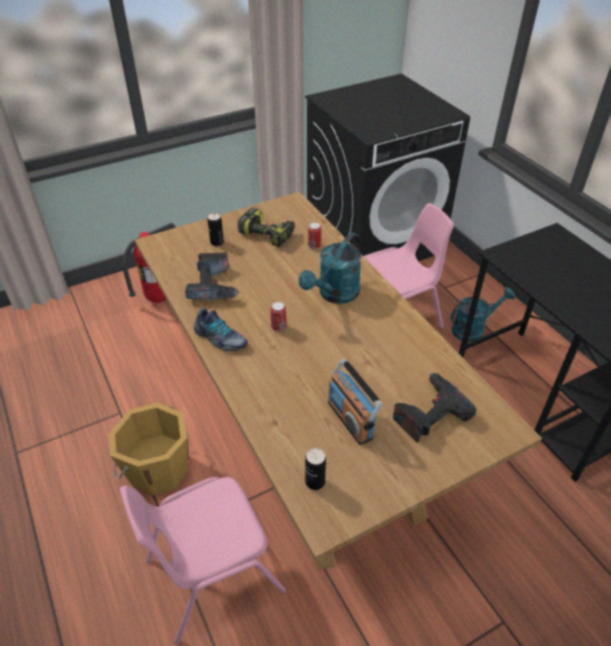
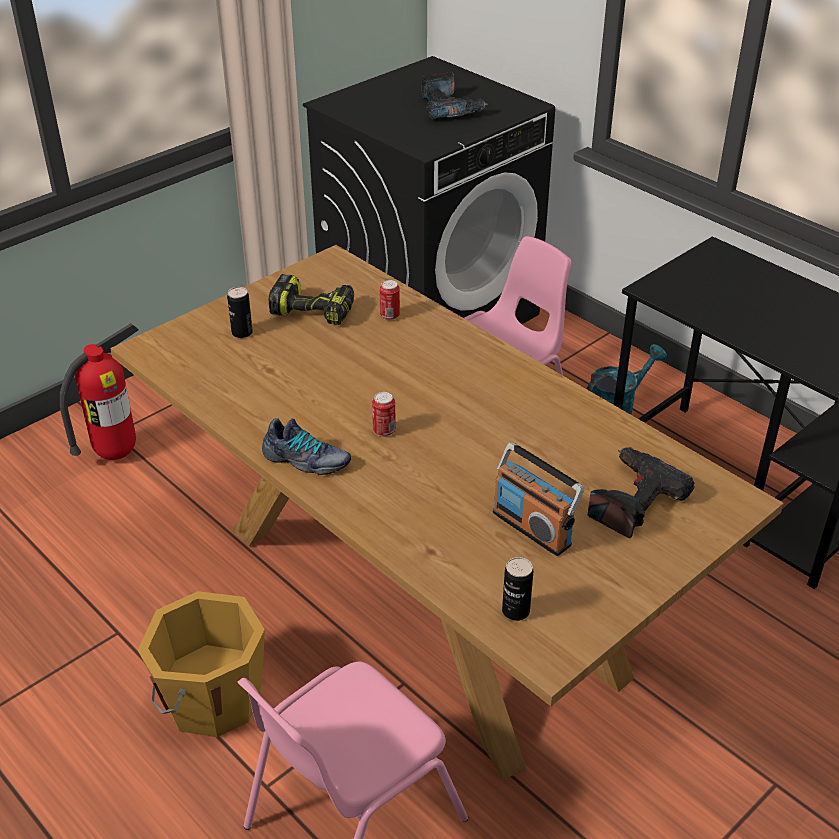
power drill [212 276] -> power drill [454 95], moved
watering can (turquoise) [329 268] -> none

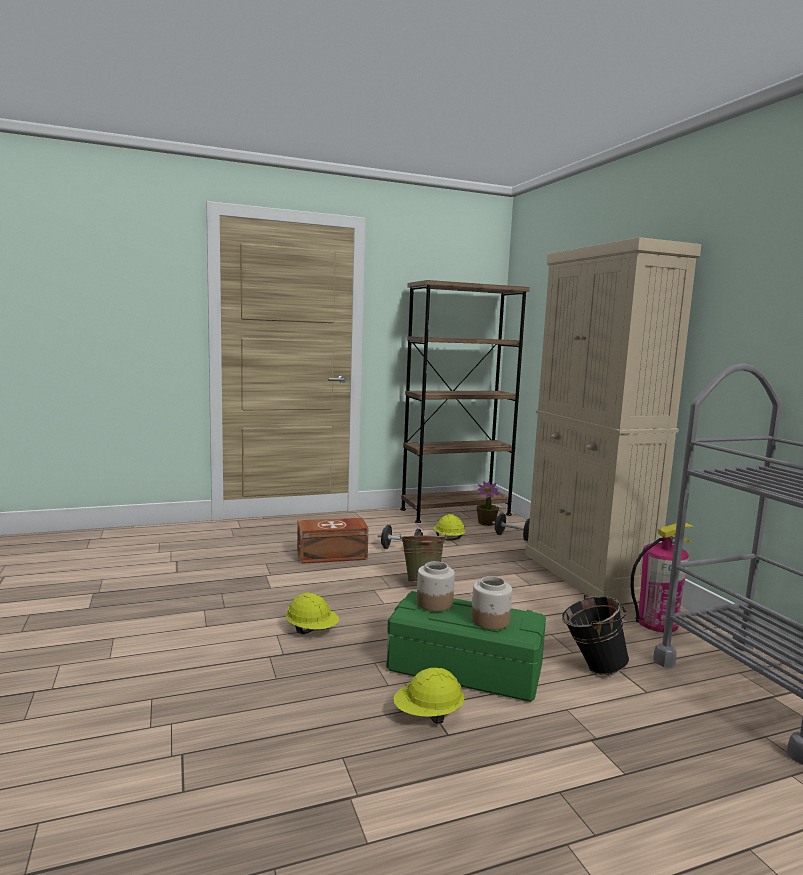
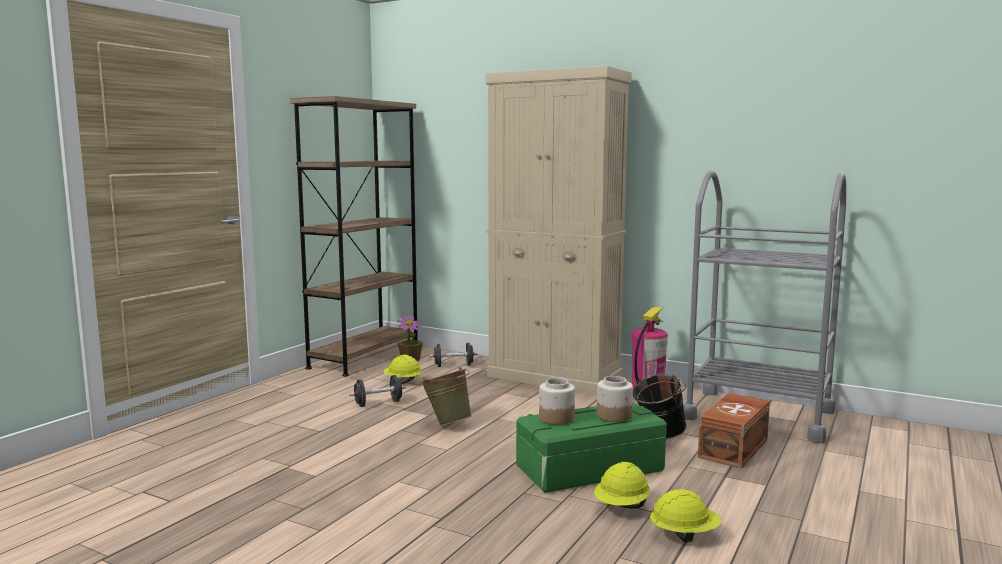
hard hat (yellow) [312 613] -> hard hat (yellow) [685 515], moved
storage box (brown) [333 541] -> storage box (brown) [734 430], moved

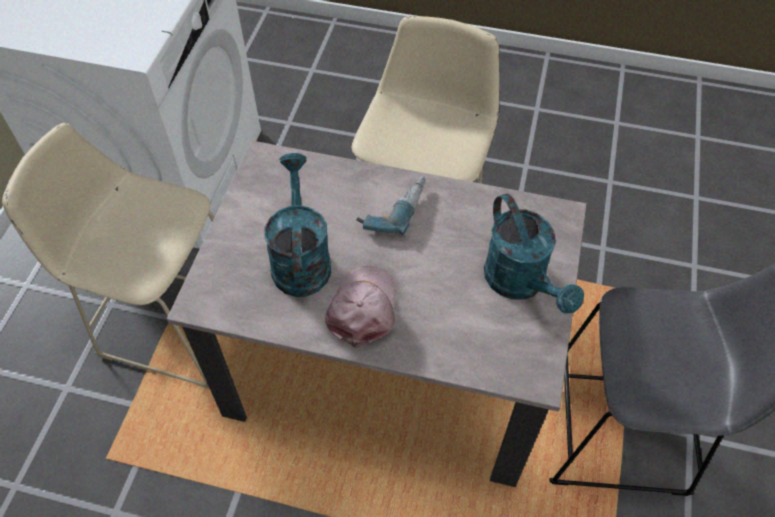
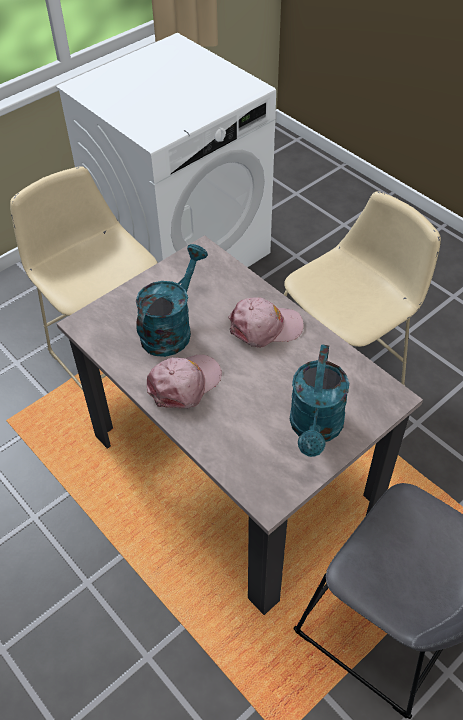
power drill [391 205] -> cap (pink) [266 322]

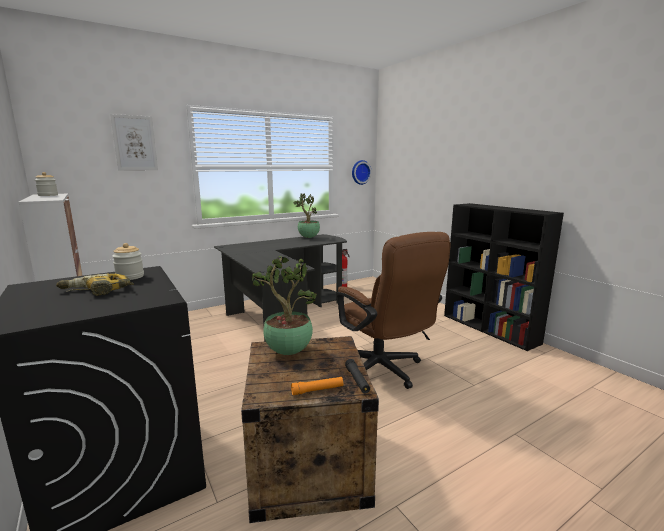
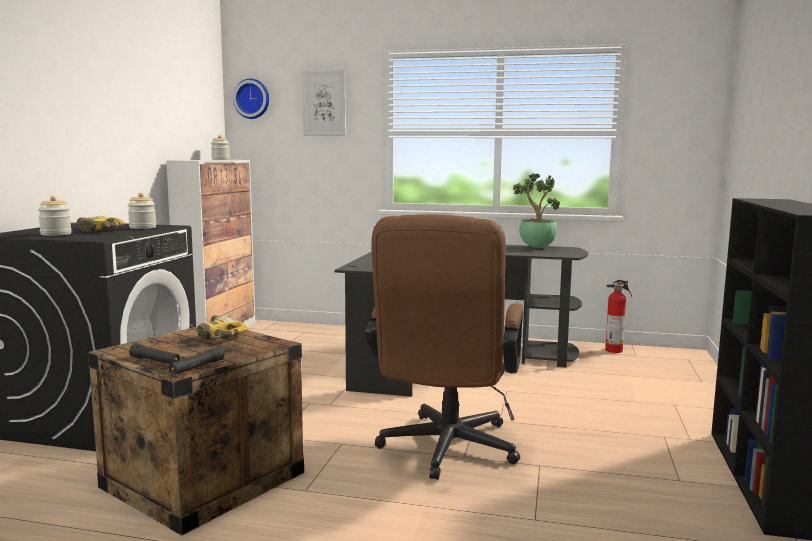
none -> jar [55 216]
flashlight (orange) [317 386] -> flashlight (black) [154 354]
potted plant [284 305] -> power drill [219 327]
wall clock [362 172] -> wall clock [251 98], moved

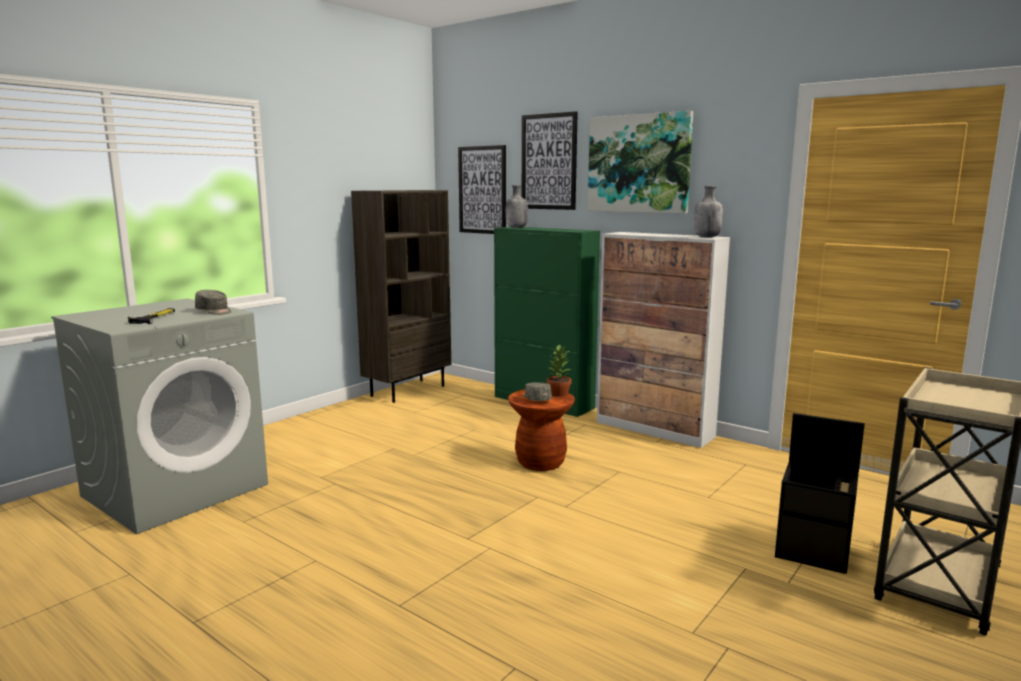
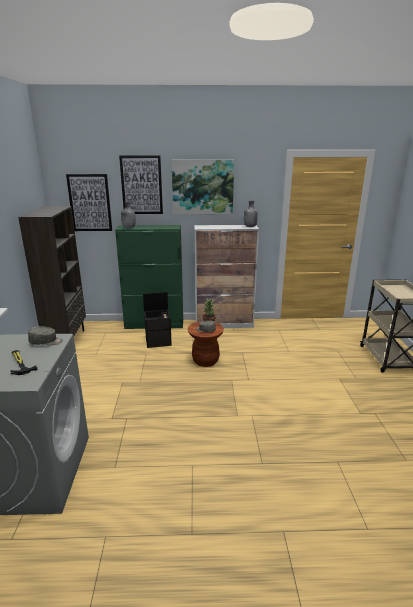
storage box (black) [820 493] -> storage box (black) [157 320], moved

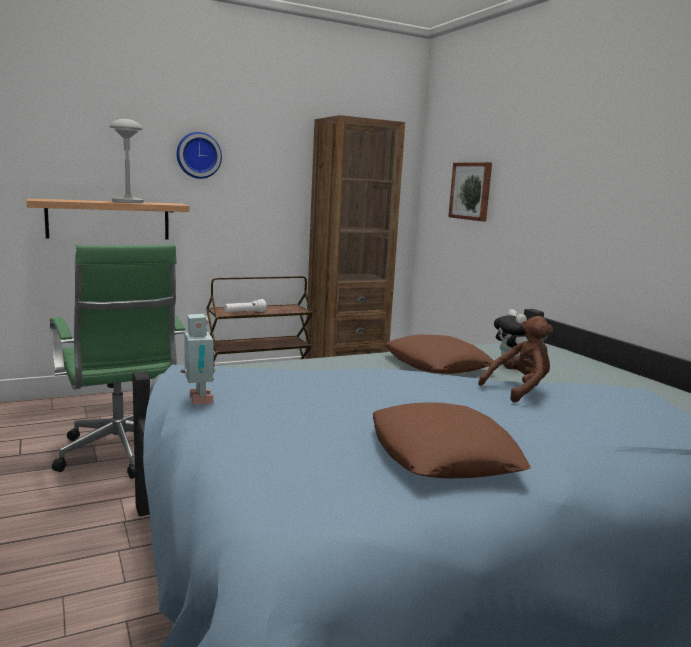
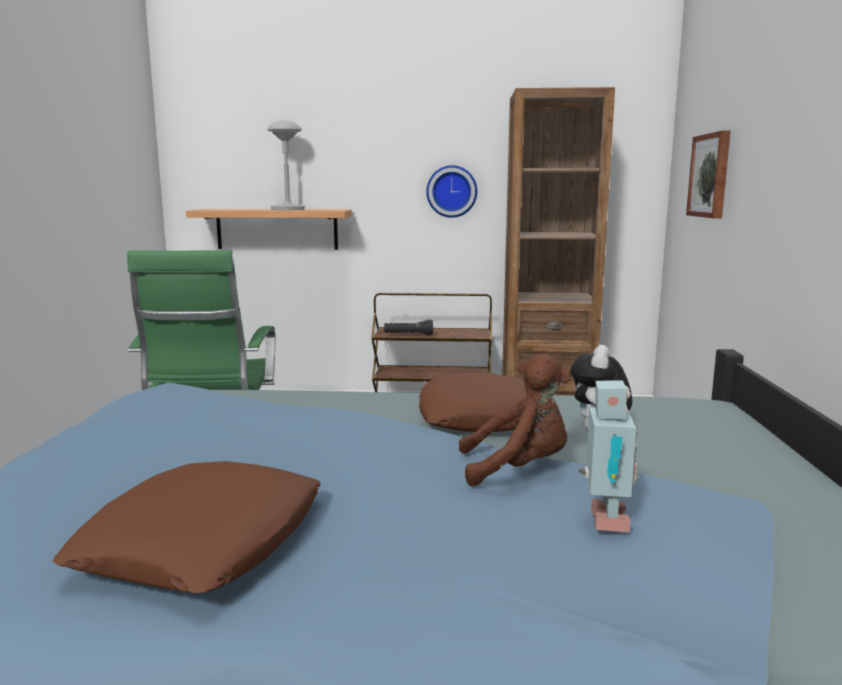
flashlight (white) [245 305] -> flashlight (black) [408 327]
wall clock [199 155] -> wall clock [451 191], moved
toy robot [198 359] -> toy robot [608 457], moved

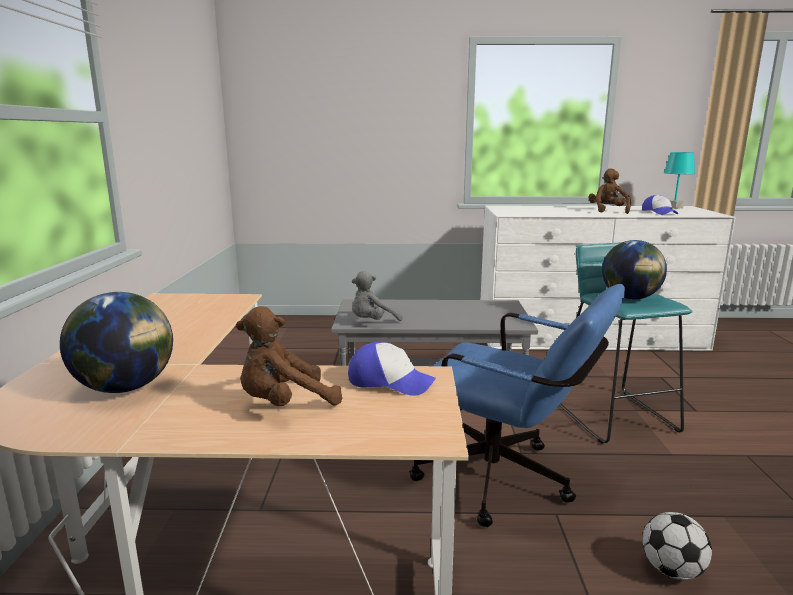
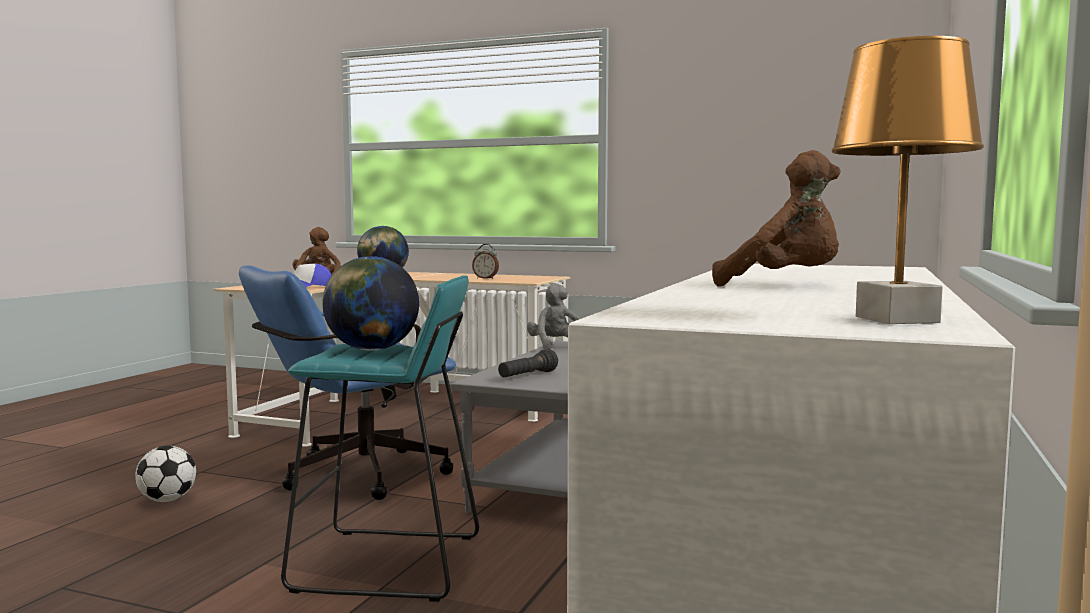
none -> alarm clock [485 261]
none -> flashlight (black) [528 363]
table lamp (turquoise) [679 180] -> table lamp (brown) [907 180]
cap [660 205] -> none

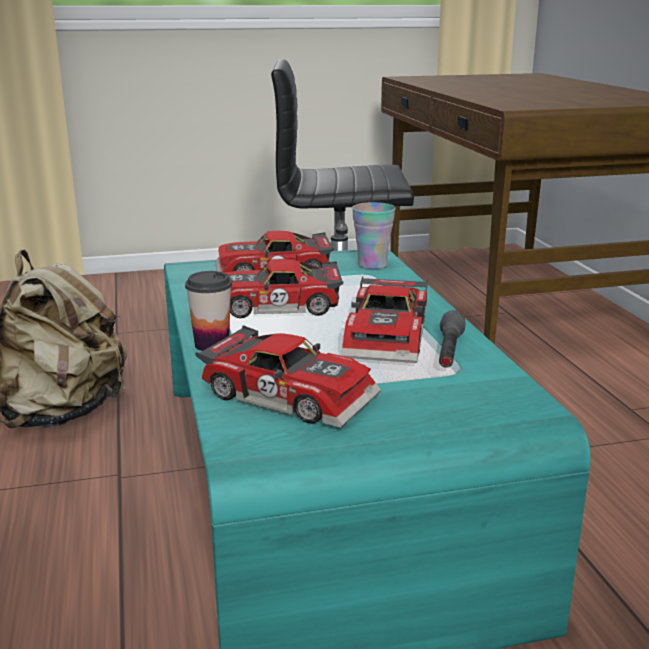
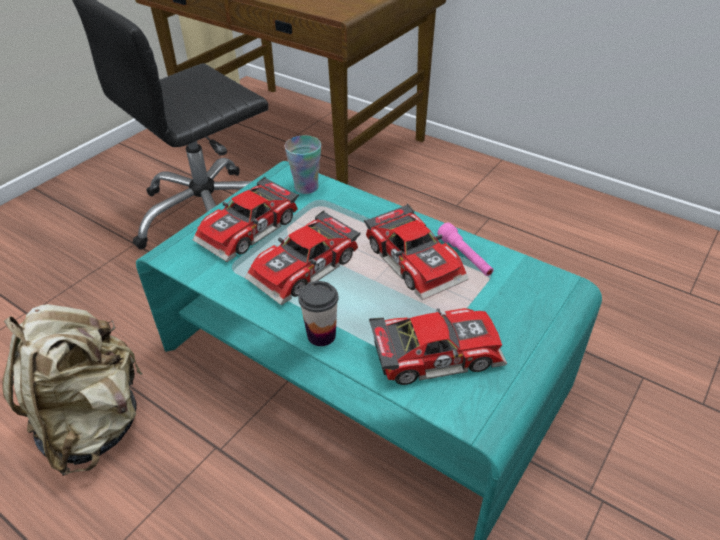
flashlight (grey) [452 339] -> flashlight (pink) [465 249]

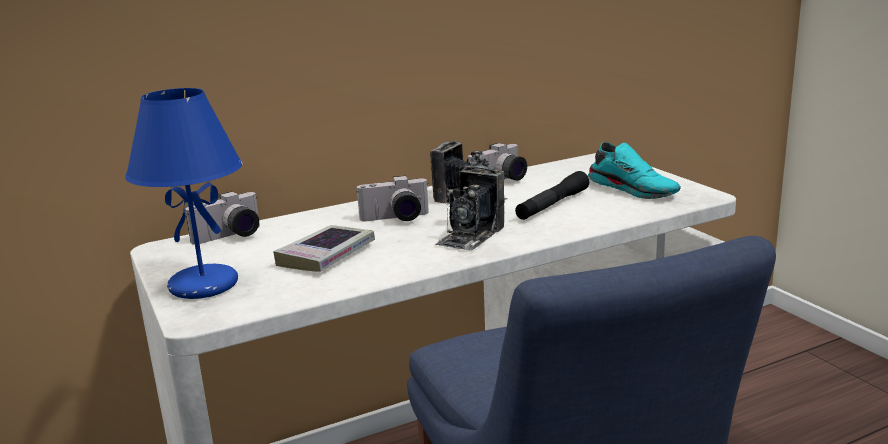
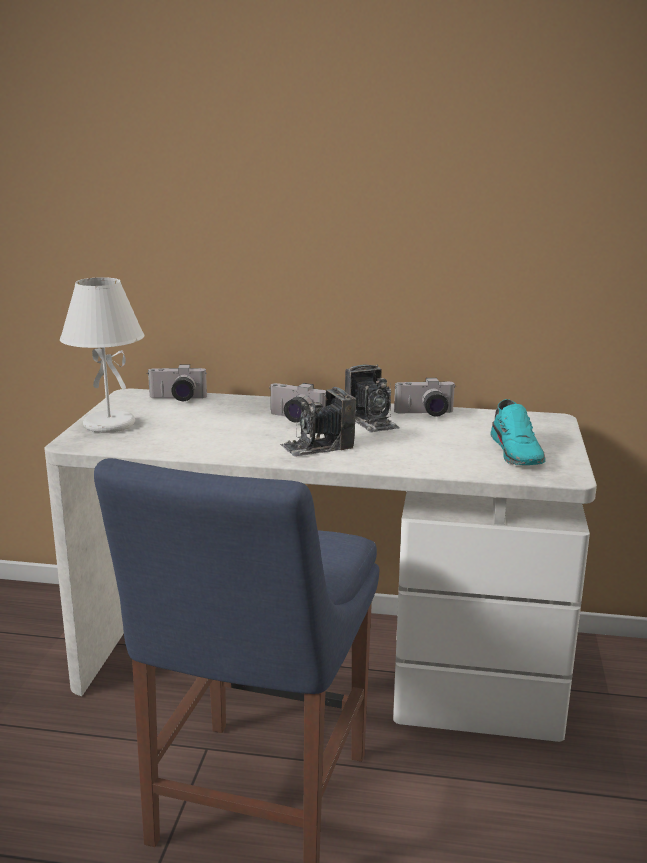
table lamp (blue) [183 193] -> table lamp (white) [102 355]
book [324 248] -> none
flashlight (black) [552 195] -> none

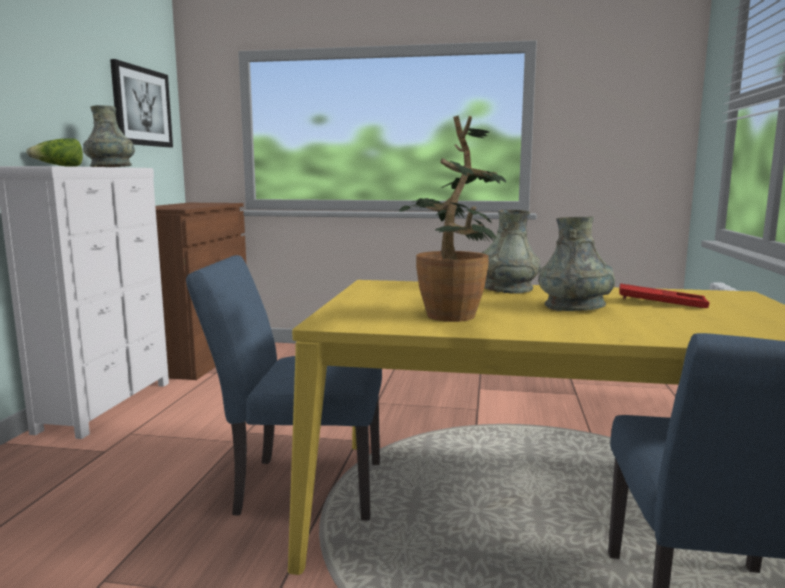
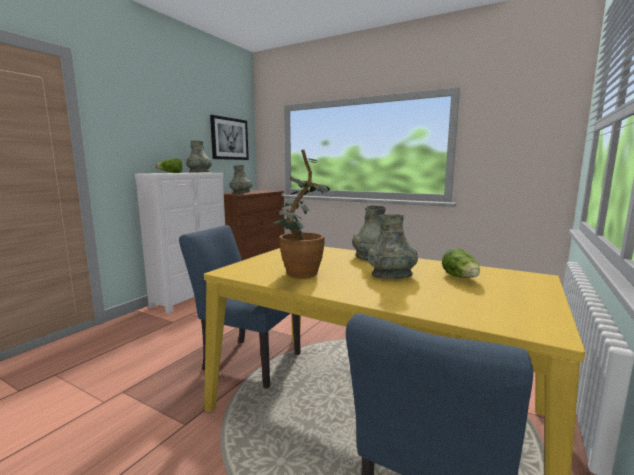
none -> vase (grey) [241 179]
tray (red) [664 295] -> lettuce [461 263]

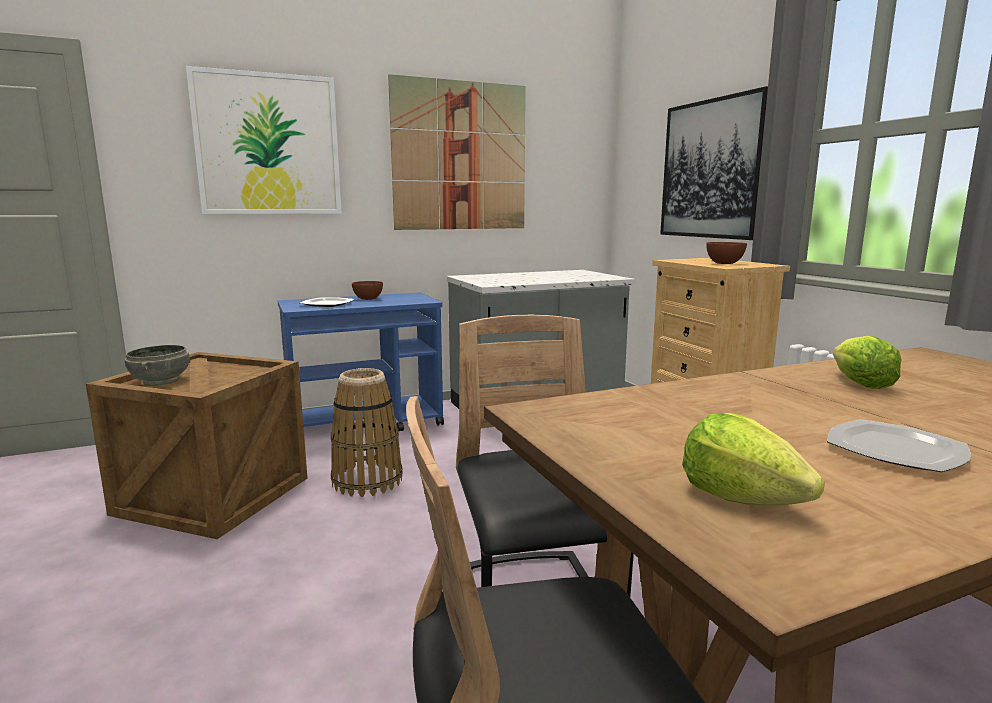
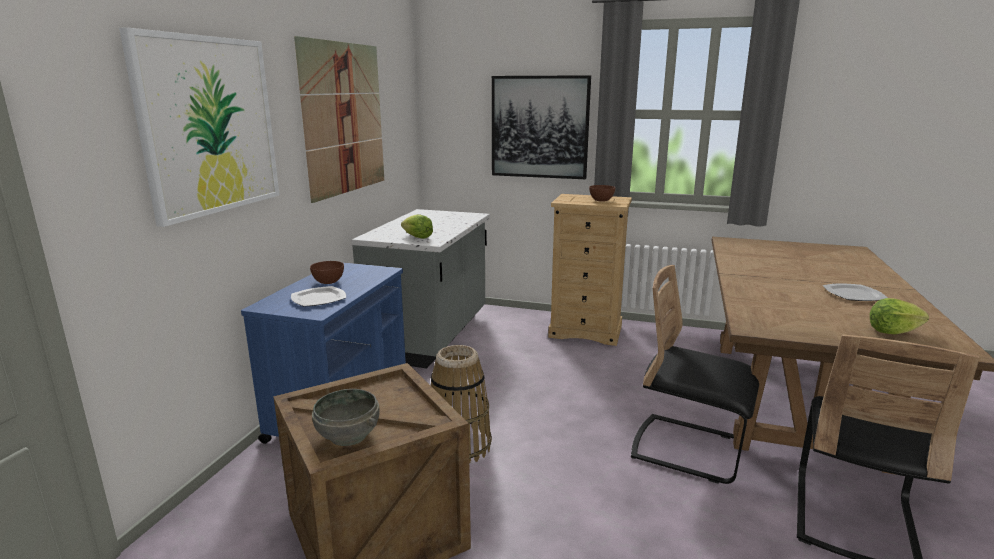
lettuce [867 362] -> lettuce [417 226], moved

